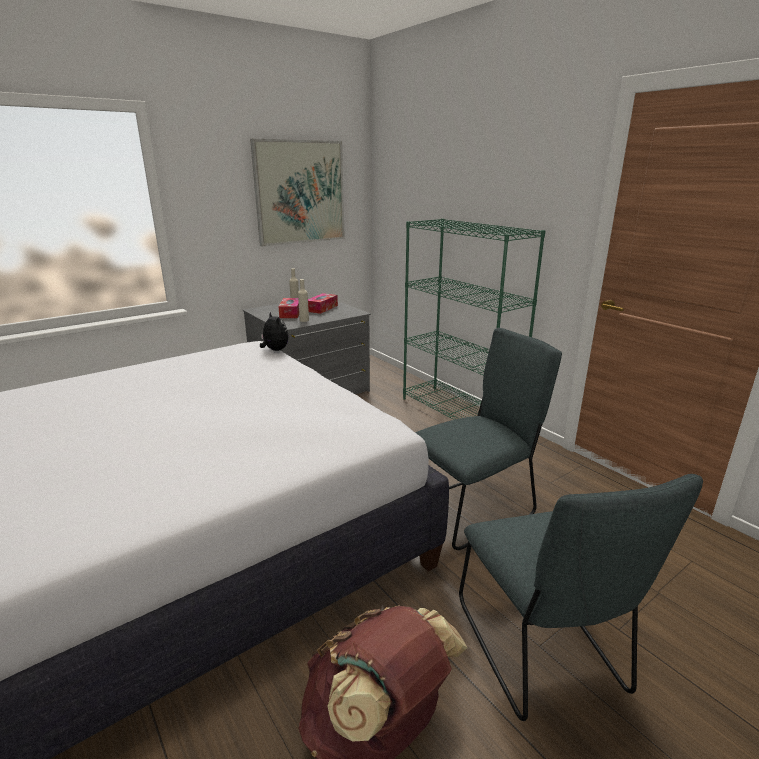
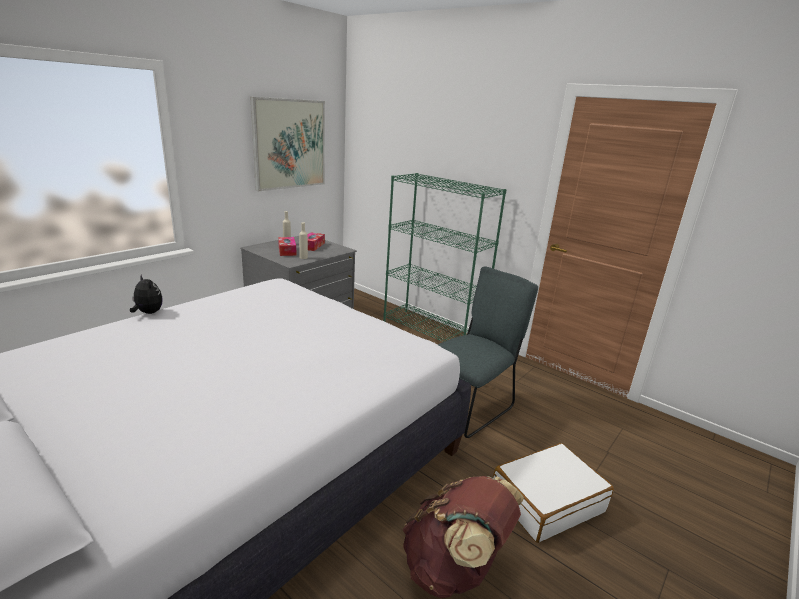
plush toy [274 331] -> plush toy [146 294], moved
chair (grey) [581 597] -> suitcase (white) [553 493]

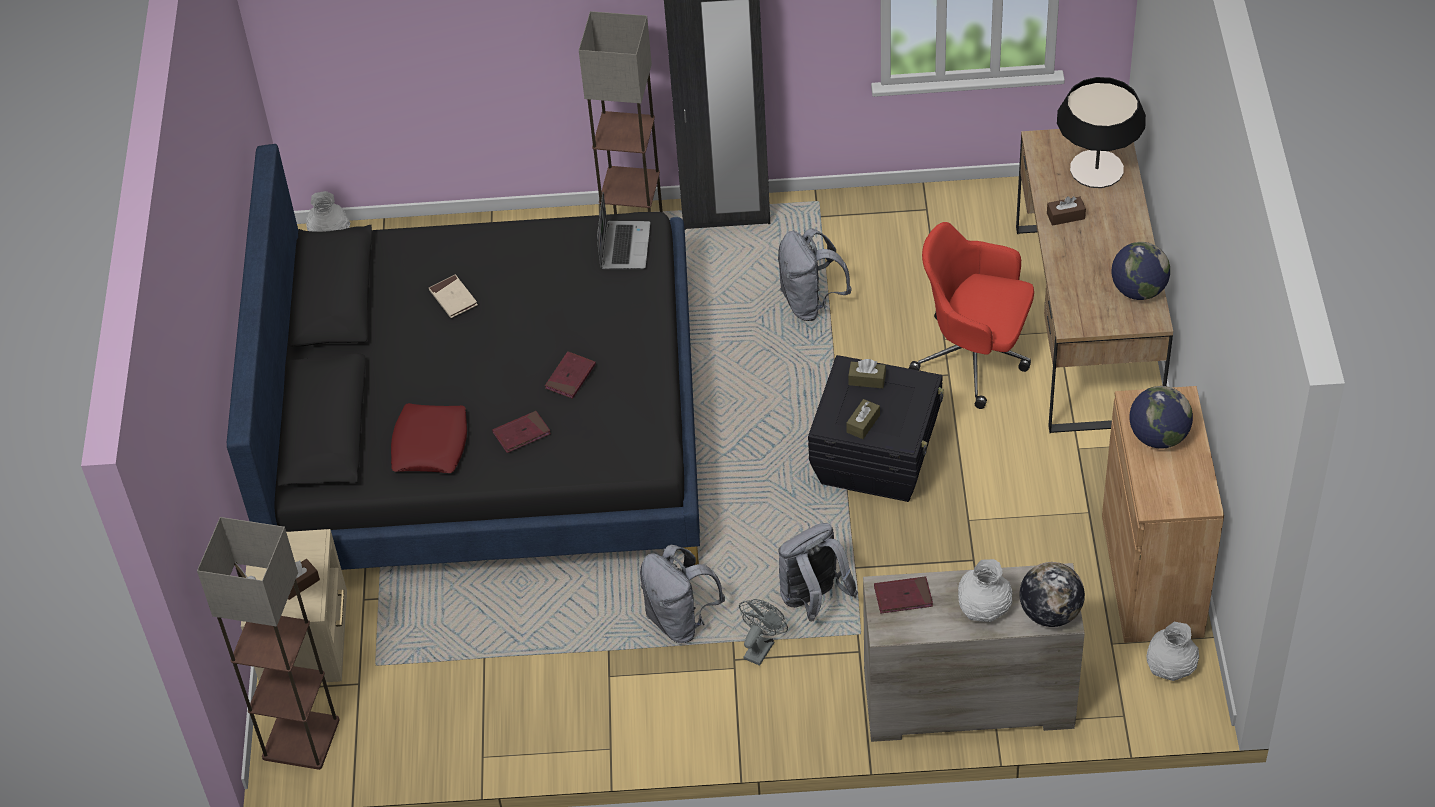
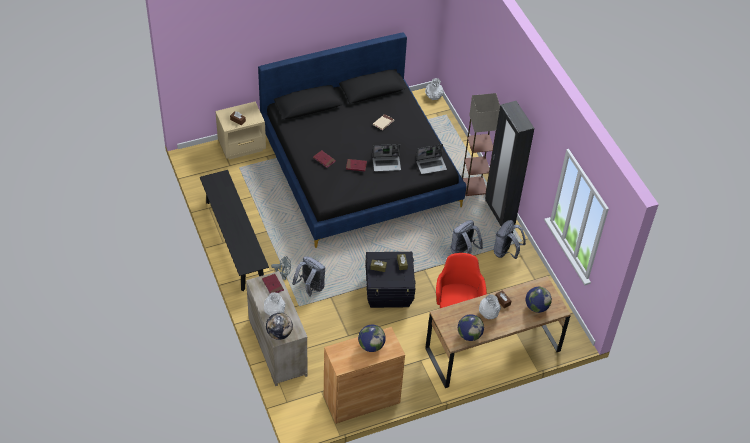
none -> bench (black) [234 230]
none -> laptop [386 157]
vase (white) [1173 651] -> vase (white) [490 306], moved
backpack (grey) [682 594] -> backpack (grey) [510 239], moved
table lamp [1101 132] -> globe [539 300]
floor lamp [268 643] -> none
pillow (red) [429 438] -> none

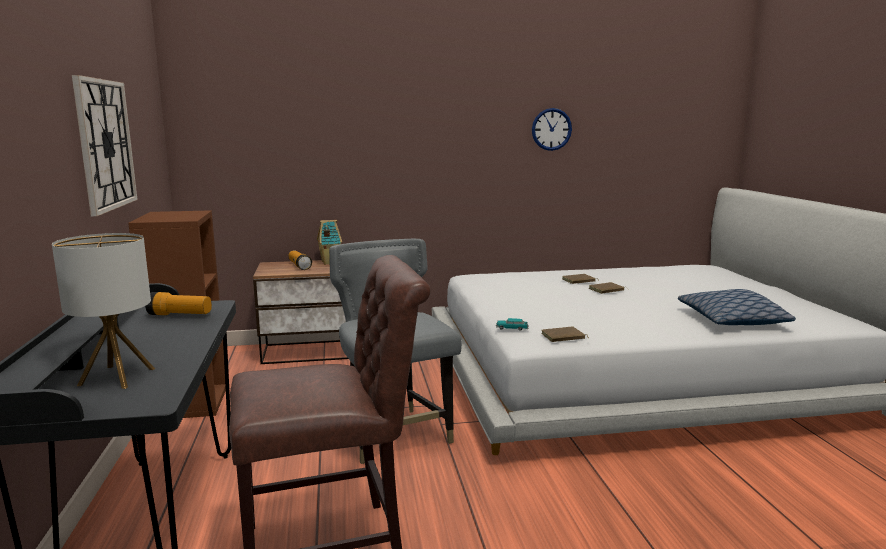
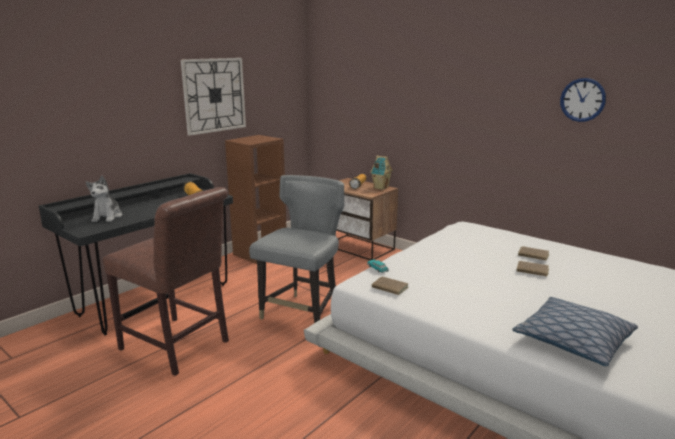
table lamp [103 311] -> plush toy [104 199]

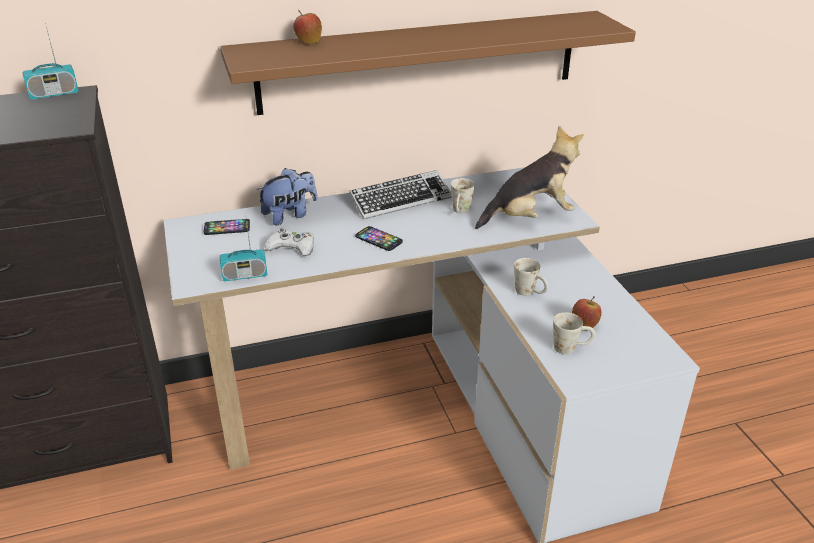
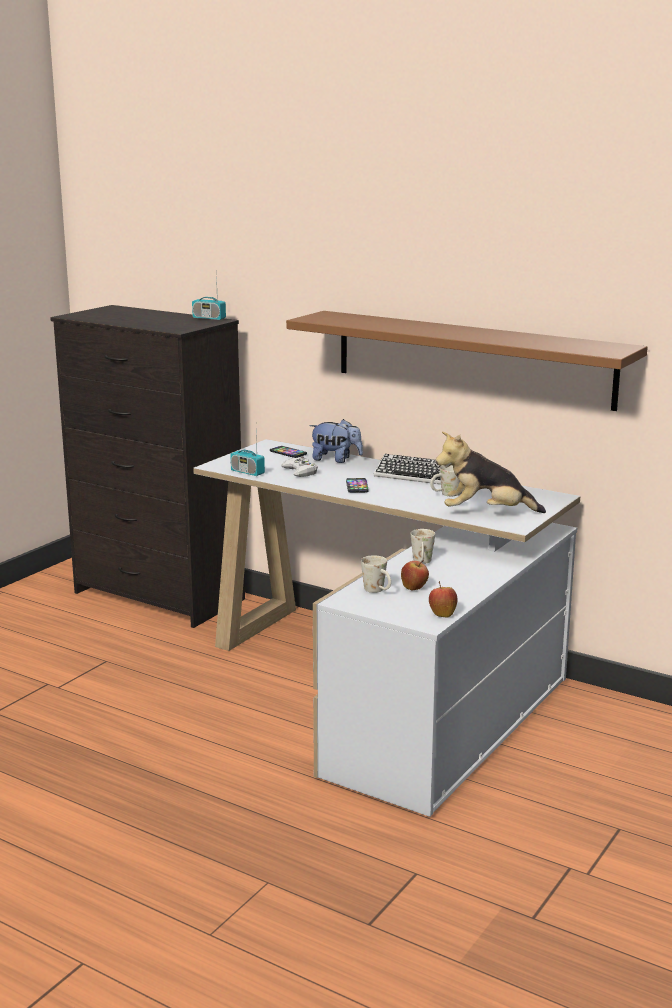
apple [307 27] -> apple [443 599], moved
plush toy [529 177] -> plush toy [490 472], 150 degrees clockwise

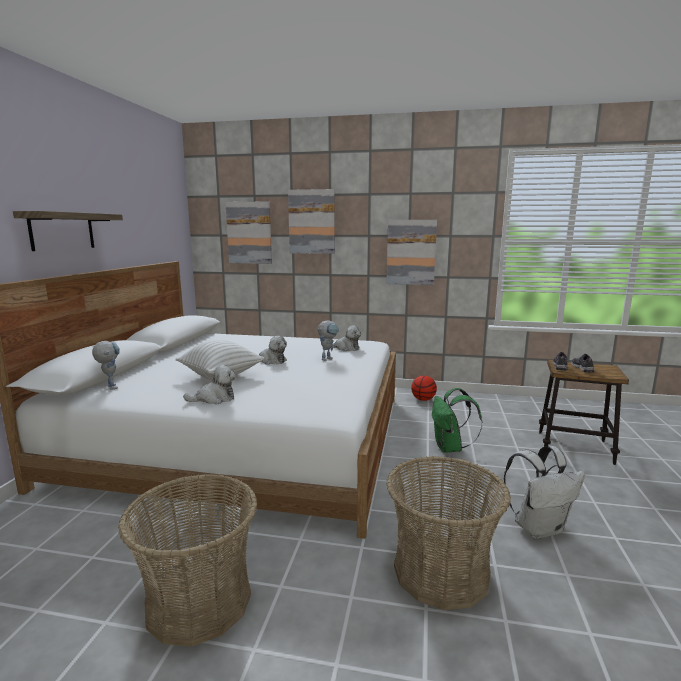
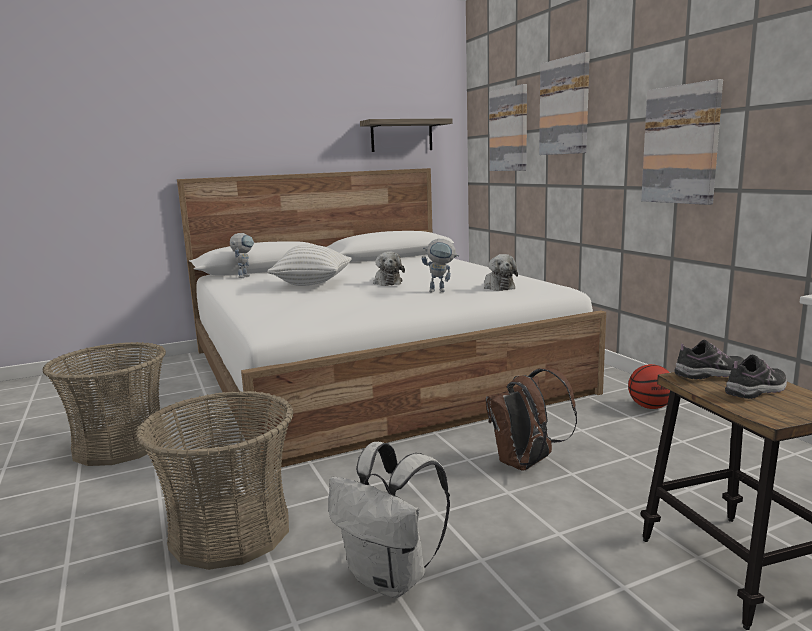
shelf [68 231] -> shelf [406 135], moved
backpack (green) [457 420] -> backpack (brown) [531 419]
plush toy [209 385] -> none

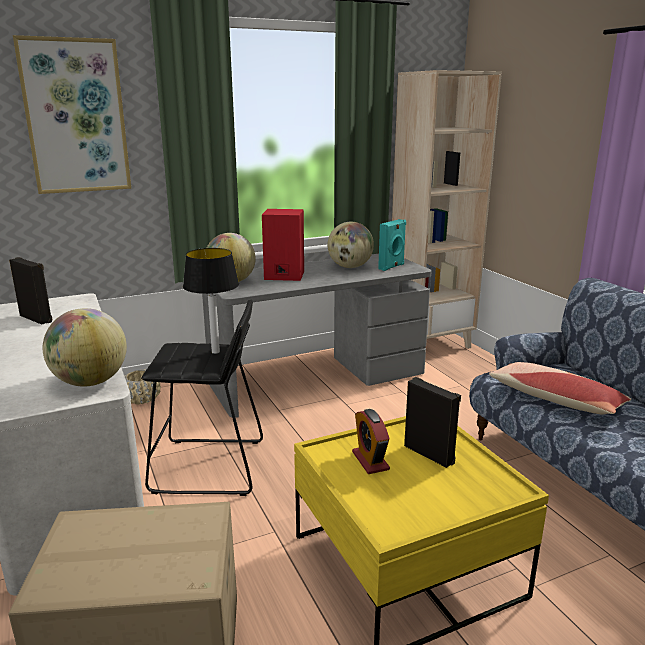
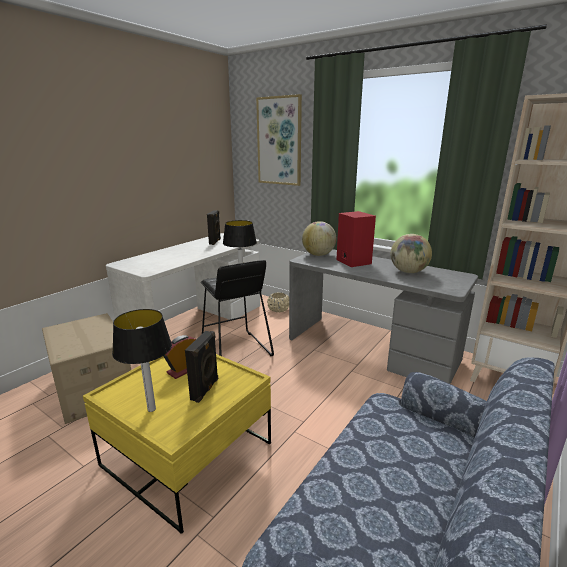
none -> table lamp [142 360]
globe [85 347] -> none
speaker (turquoise) [392 245] -> none
pillow [560 388] -> none

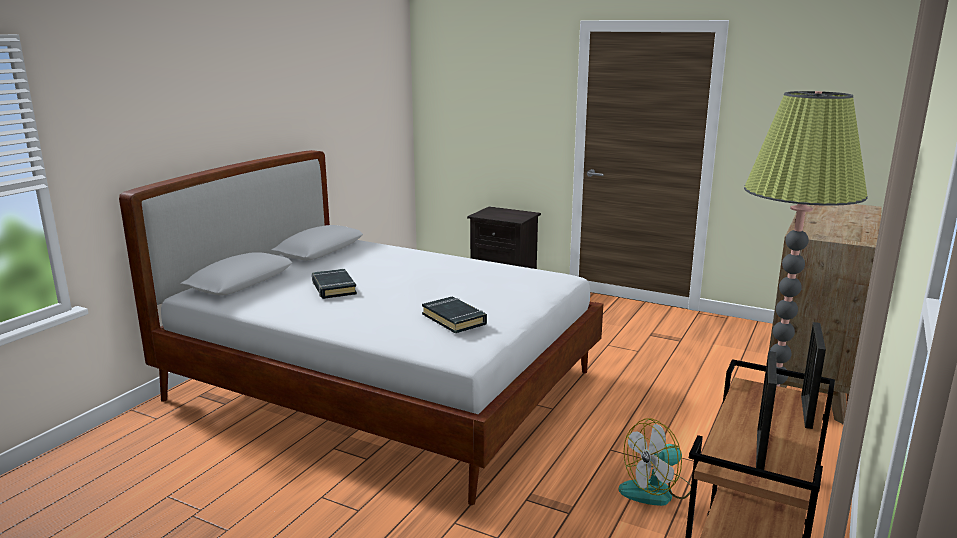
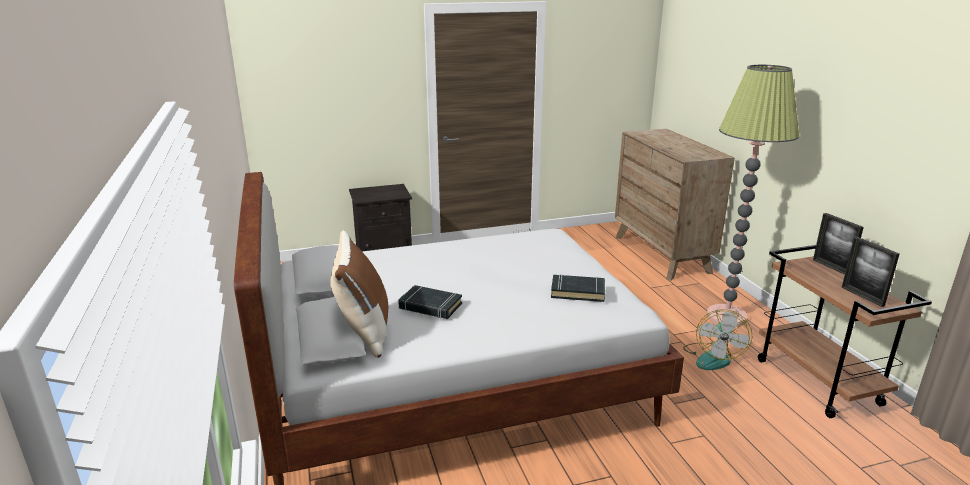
none -> pillow (brown) [359 294]

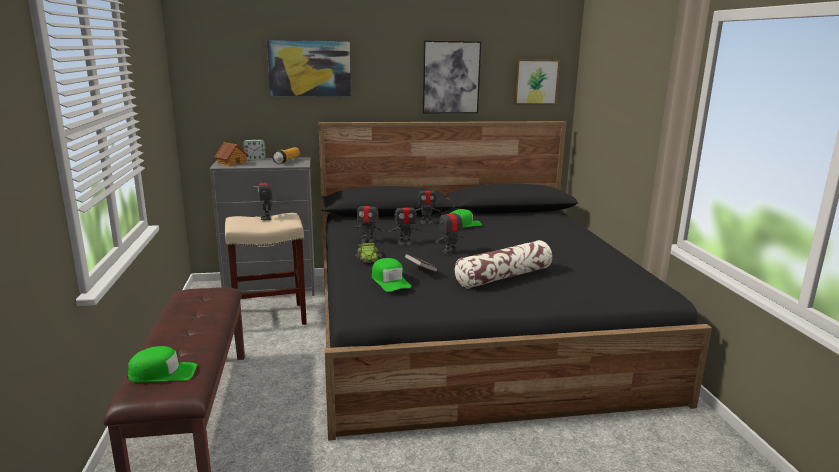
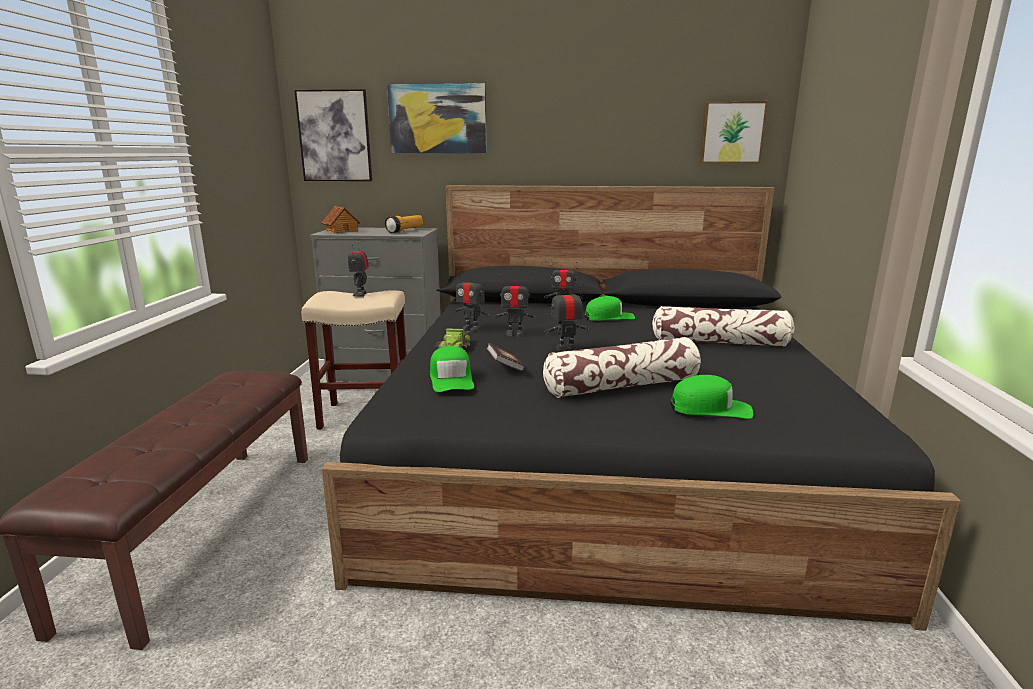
picture [452 77] -> picture [333 135], moved
none -> pillow [723 326]
cap (green) [162 364] -> cap (green) [712 397], moved
alarm clock [254 150] -> none

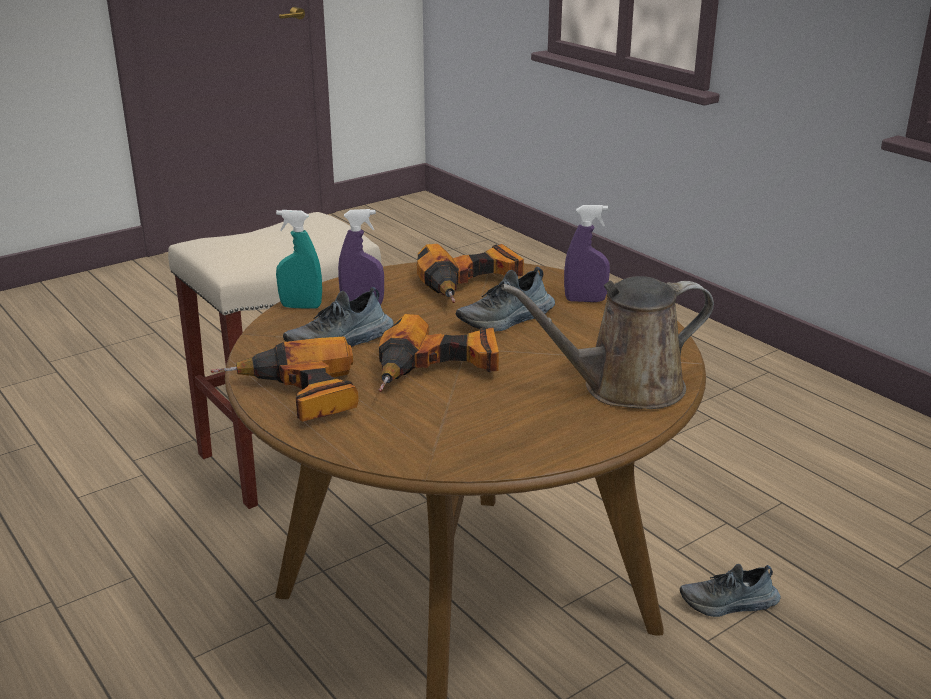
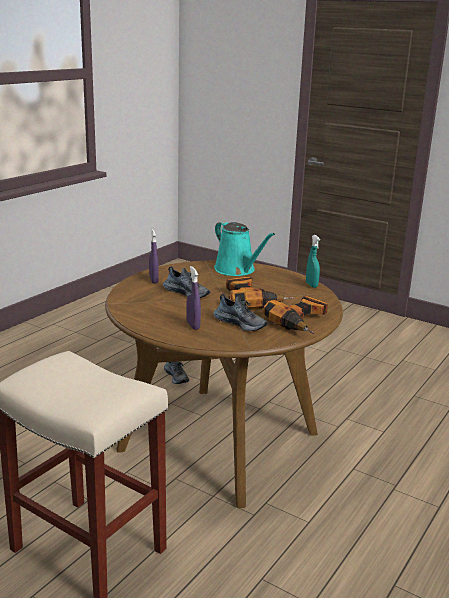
watering can (brown) [607 342] -> watering can (turquoise) [244 248]
spray bottle (turquoise) [299 259] -> spray bottle (turquoise) [313 261], moved
power drill [470 273] -> none

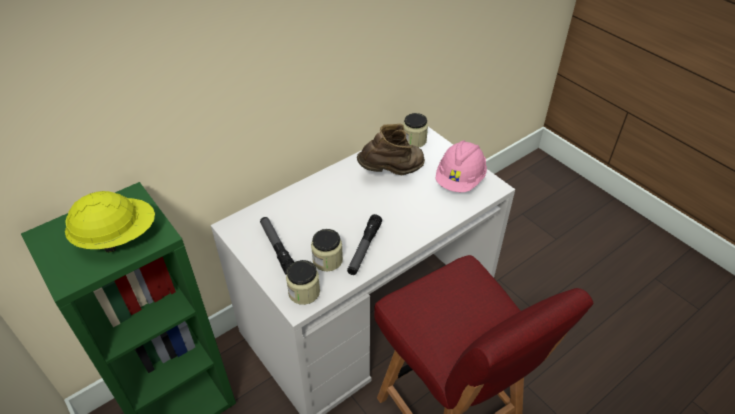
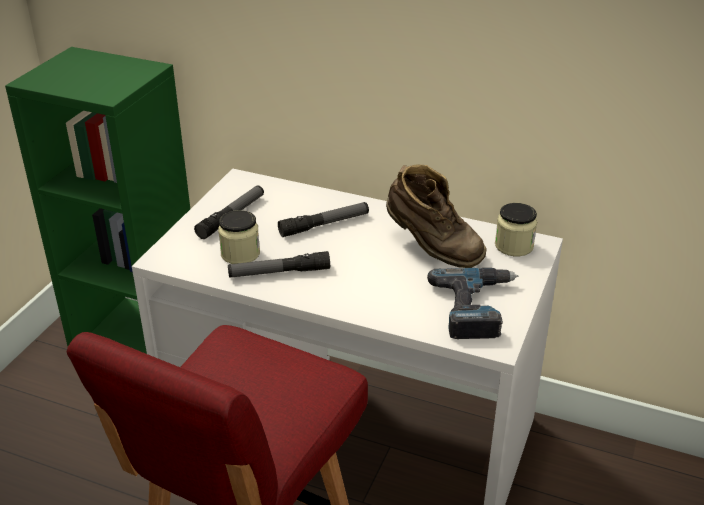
none -> flashlight [323 219]
hard hat (pink) [461 166] -> power drill [472 303]
hard hat (yellow) [110 222] -> none
jar [303 282] -> none

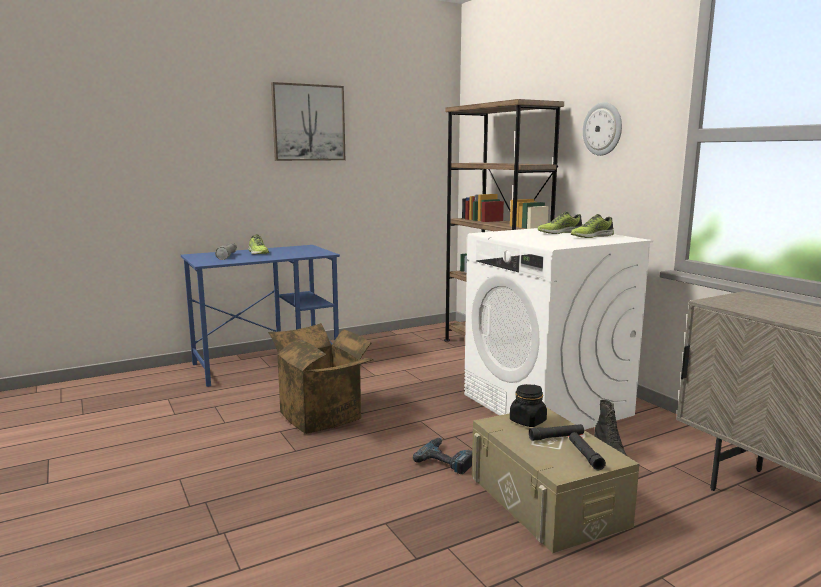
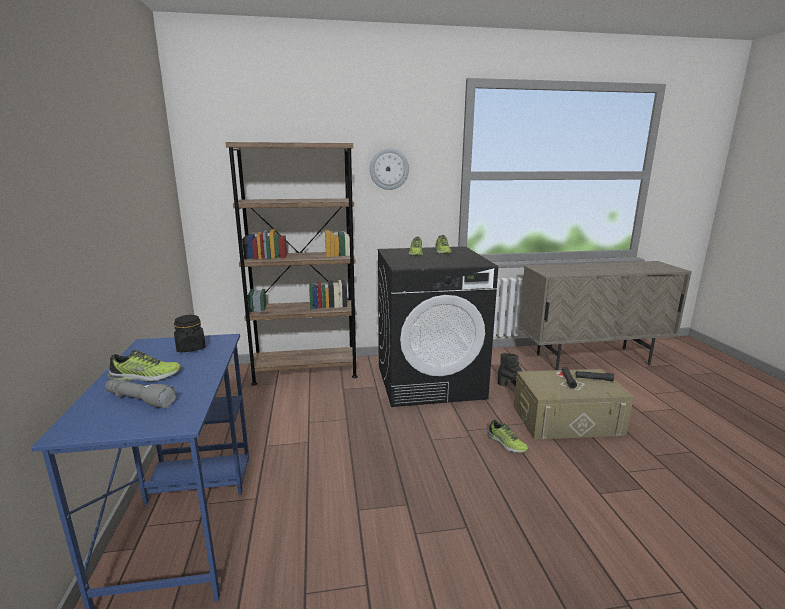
jar (black) [528 405] -> jar (black) [190 333], moved
washing machine (white) [558 329] -> washing machine (black) [438 326]
power drill [442 455] -> shoe [507 436]
cardboard box [321 378] -> none
picture [308 121] -> none

